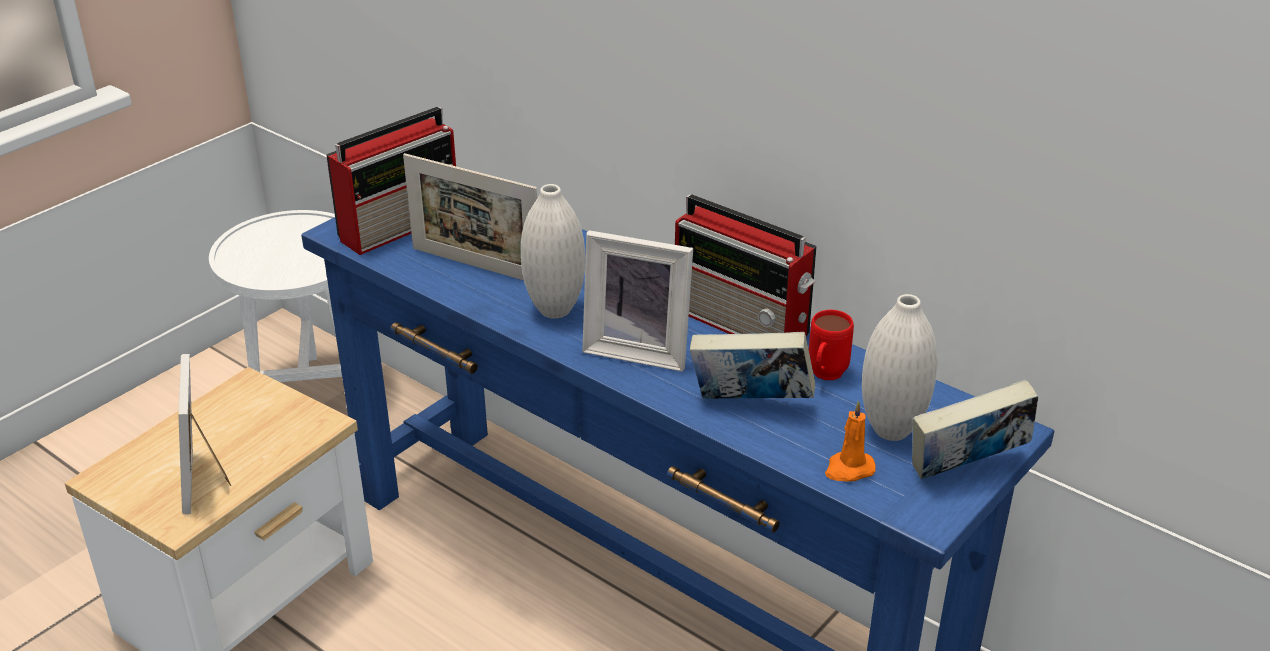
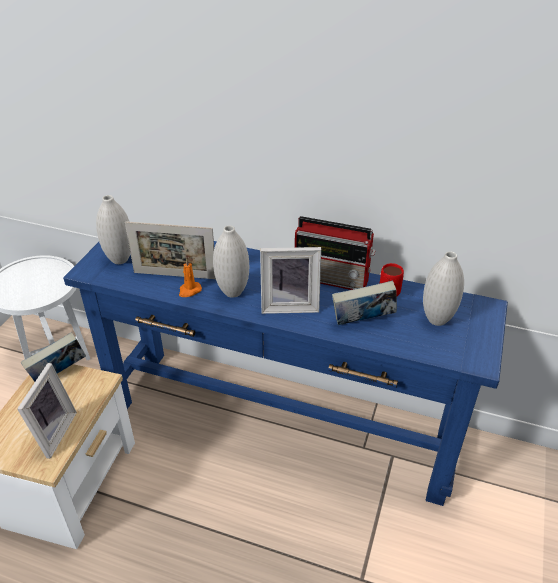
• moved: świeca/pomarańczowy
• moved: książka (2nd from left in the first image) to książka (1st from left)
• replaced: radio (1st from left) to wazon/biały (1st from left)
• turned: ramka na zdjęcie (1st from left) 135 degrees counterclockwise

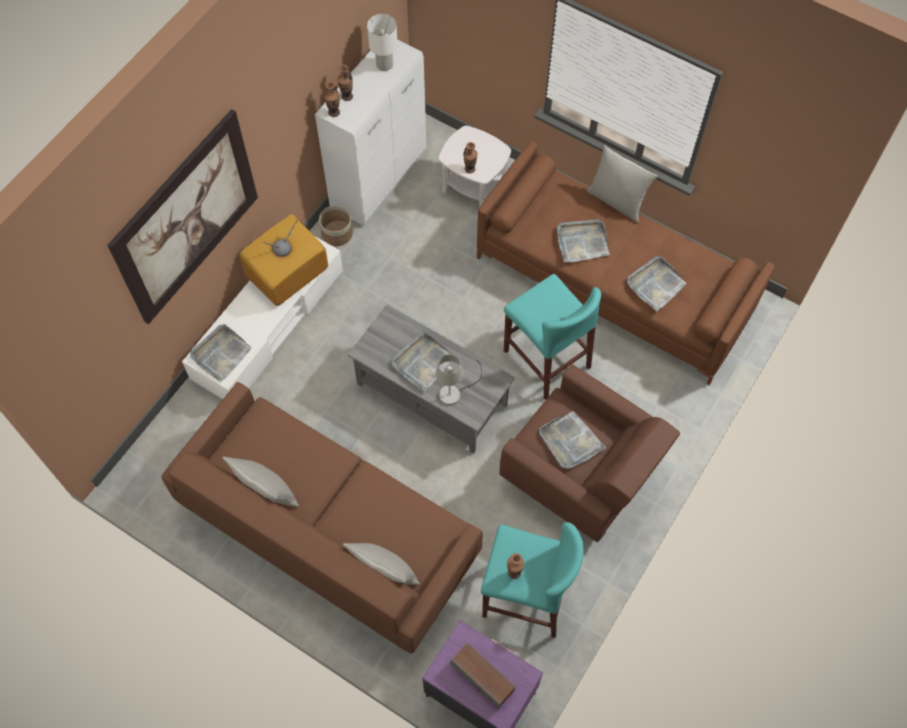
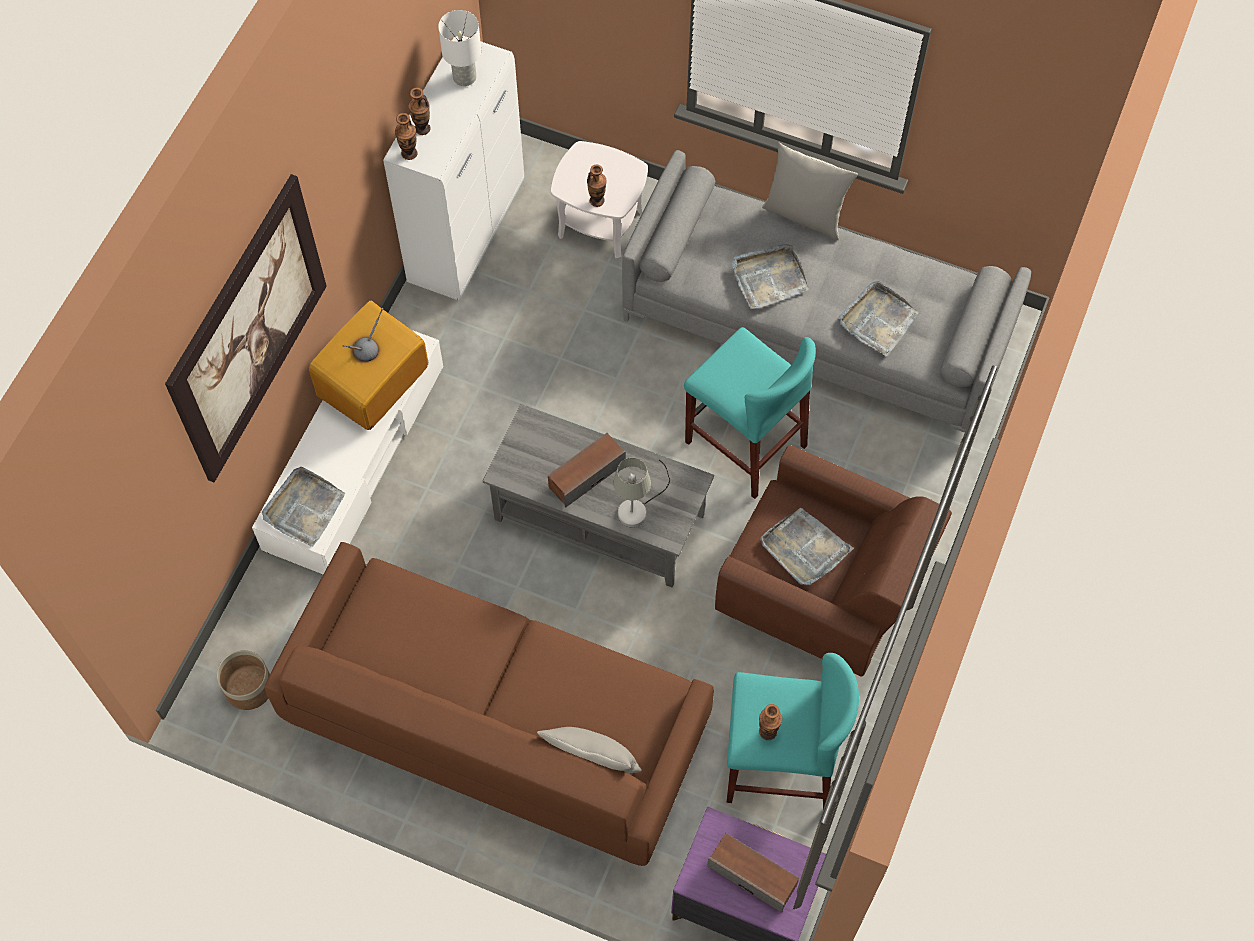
• removed: poduszka/szary (1st from left)
• moved: donica
• replaced: taca/szary (2nd from left) to głośnik (1st from left)
• recoloured: kanapa/brązowy (2nd from left) to kanapa/szary

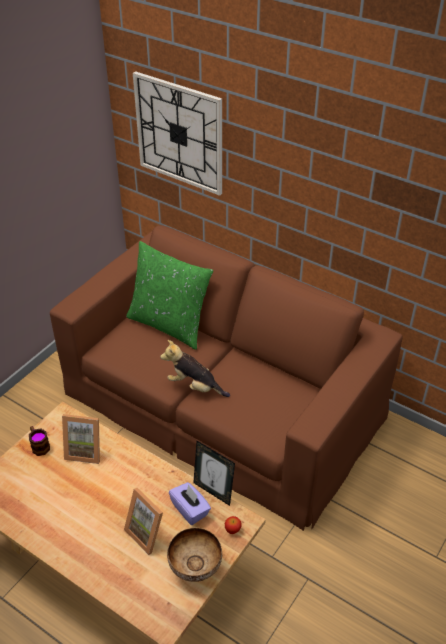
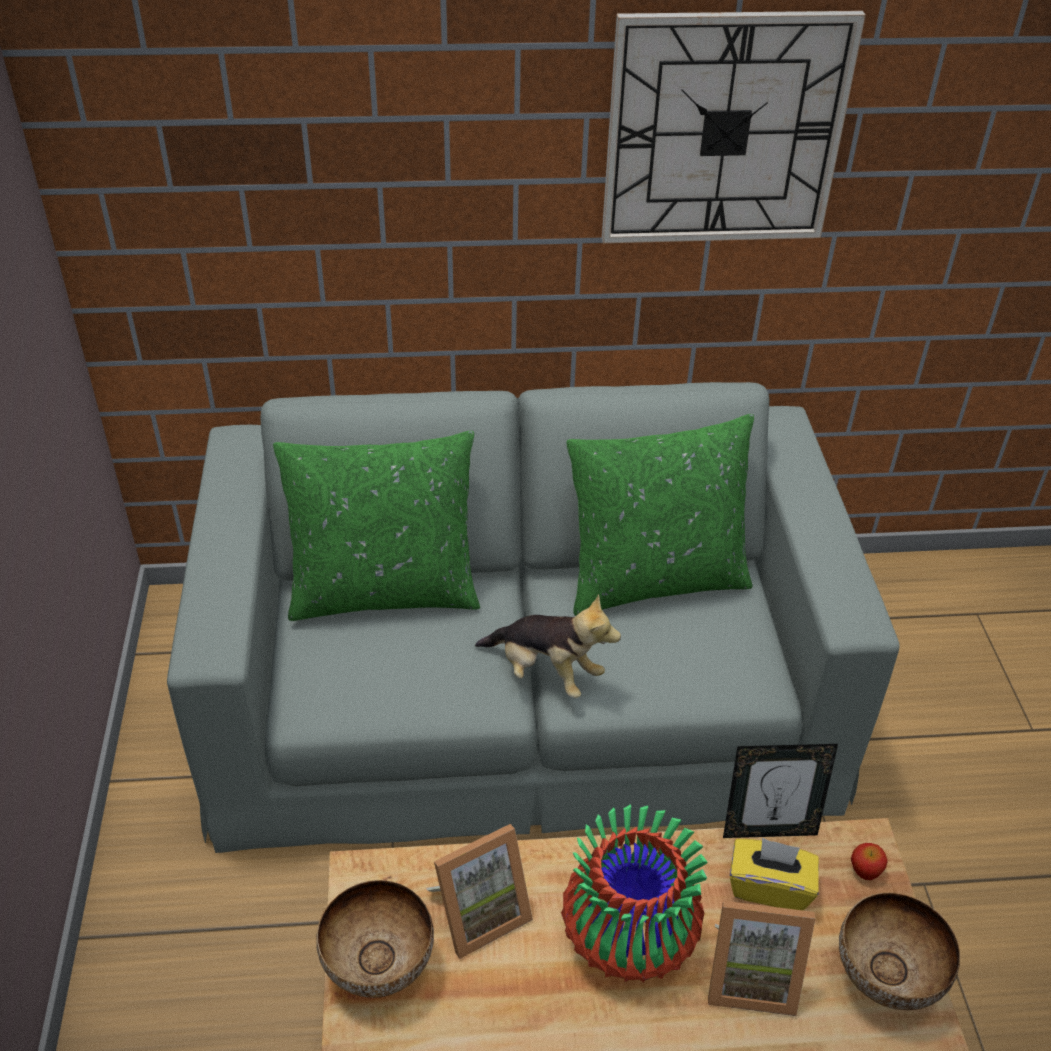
• added: wazon
• added: poduszka/zielony (2nd from left)
• moved: zegar ścienny
• replaced: kubek to miska (1st from left)
• recoloured: kanapa/brązowy to kanapa/szary
• recoloured: pudełko chusteczek/fioletowy to pudełko chusteczek/żółty
• turned: pluszak 135 degrees counterclockwise

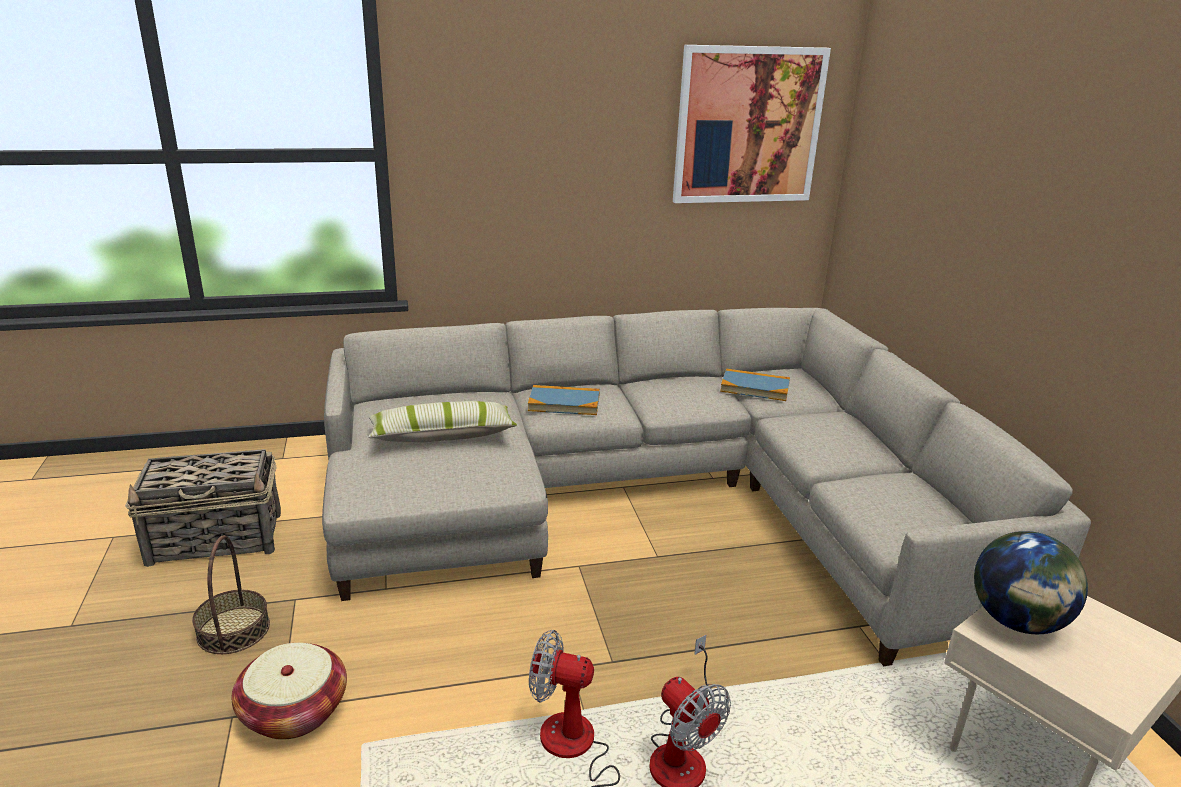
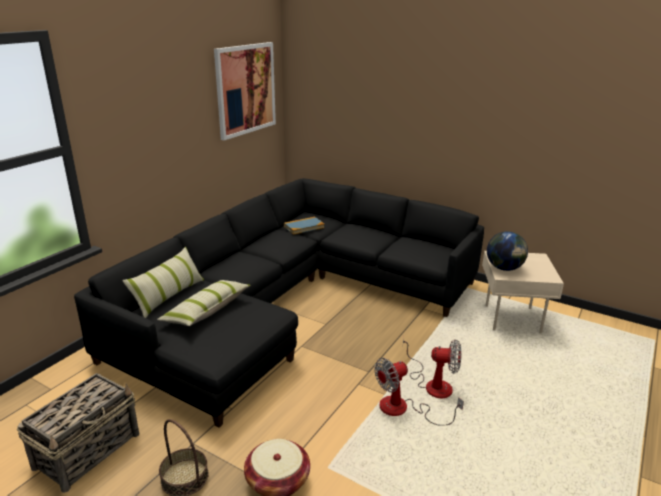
• removed: książka (1st from left)
• added: poduszka (1st from left)
• recoloured: kanapa/beżowy to kanapa/czarny

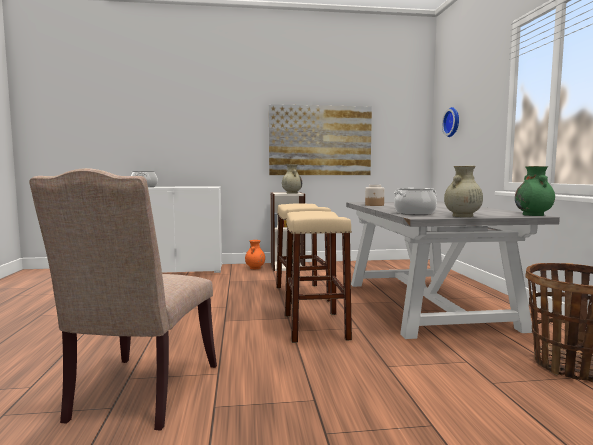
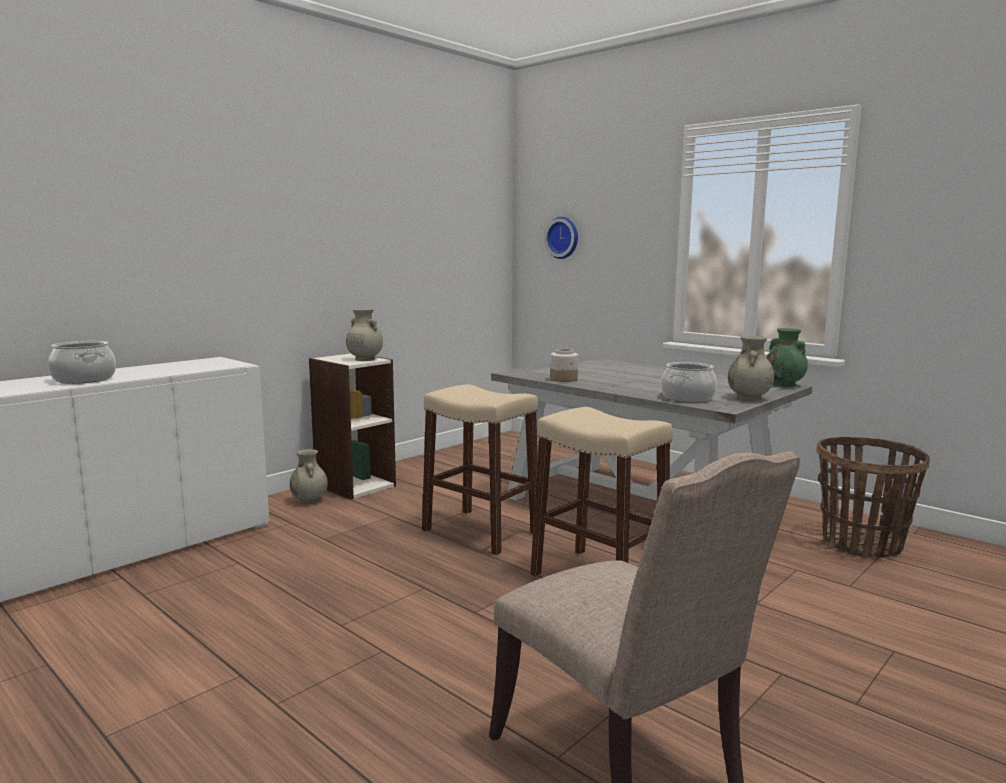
• removed: obraz
• recoloured: wazon/pomarańczowy to wazon/beżowy (1st from left)

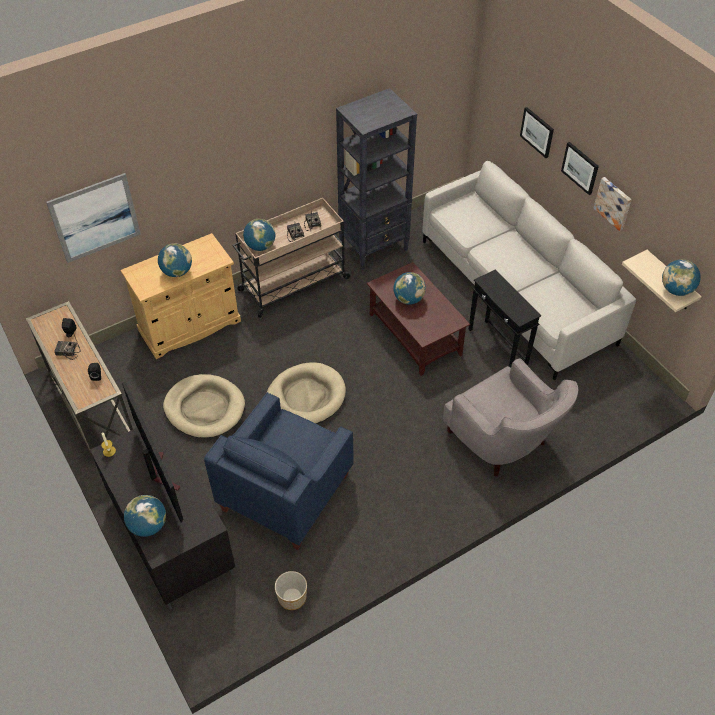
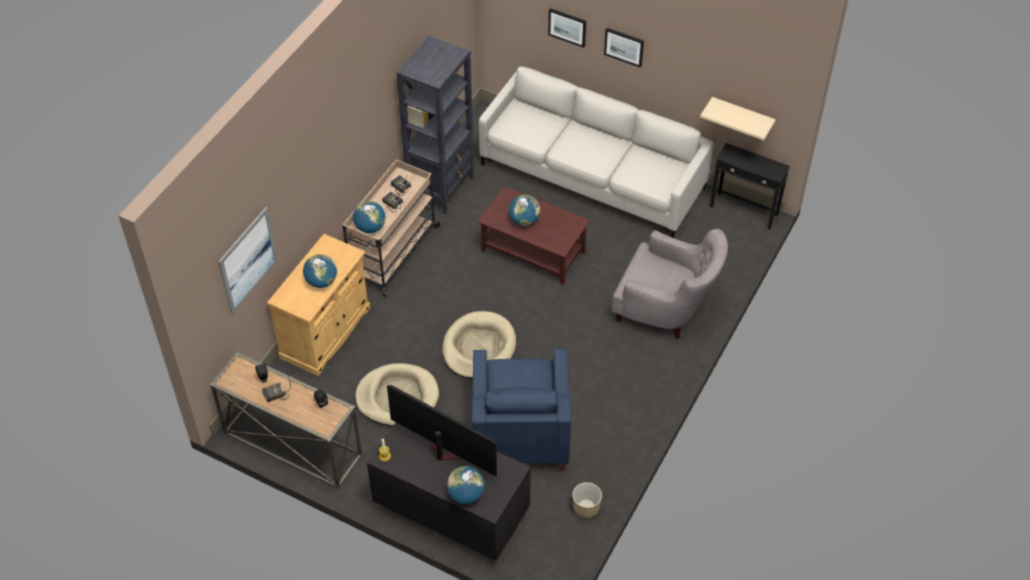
• removed: obraz (4th from left)
• removed: globus (5th from left)
• moved: stolik/czarny

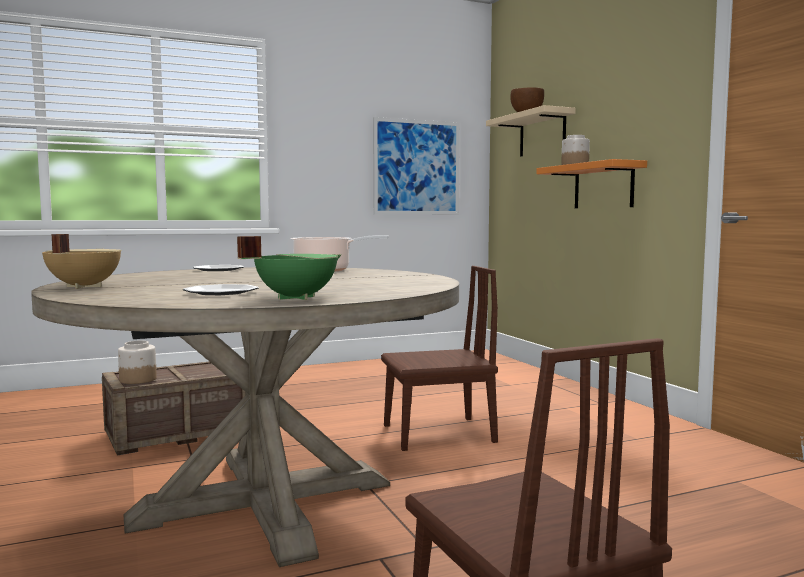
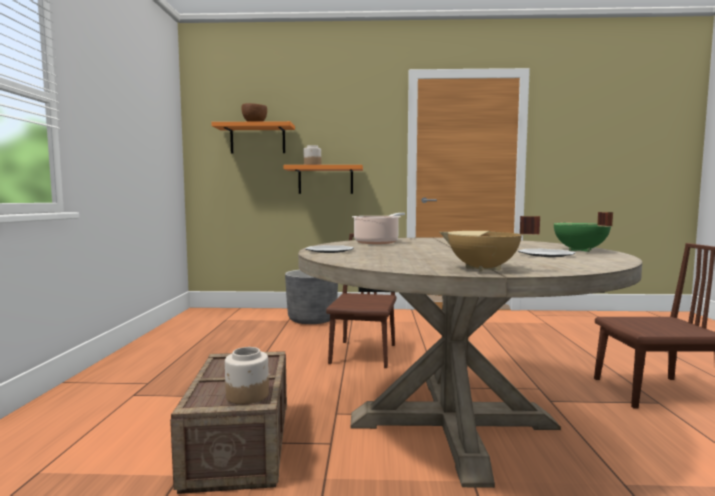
• removed: obraz
• added: donica/szary
• recoloured: półka/beżowy to półka/pomarańczowy (1st from left)

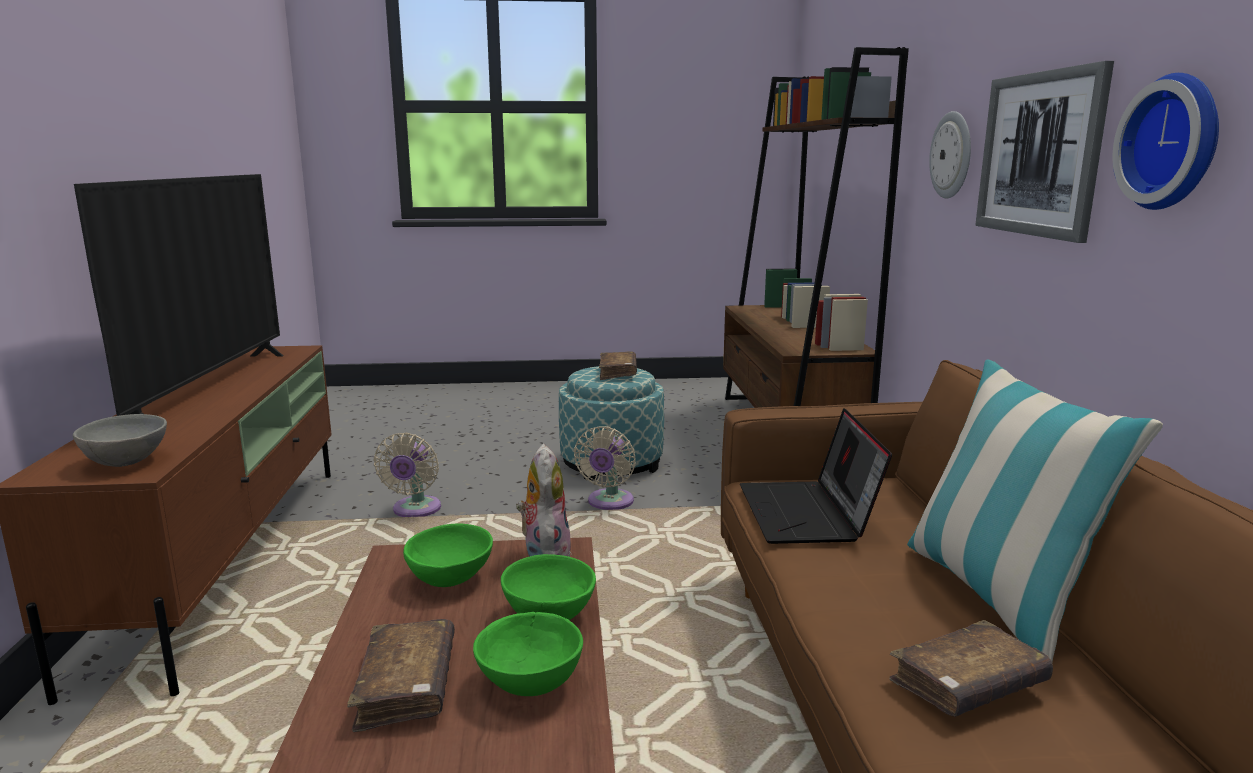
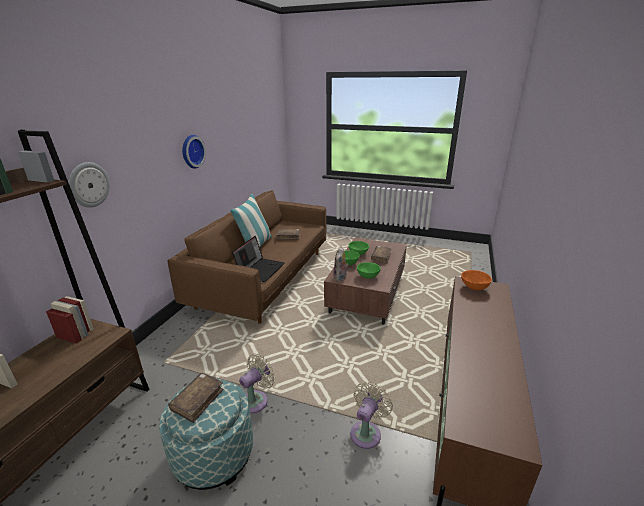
• removed: telewizor
• removed: obraz
• recoloured: miska/szary to miska/pomarańczowy

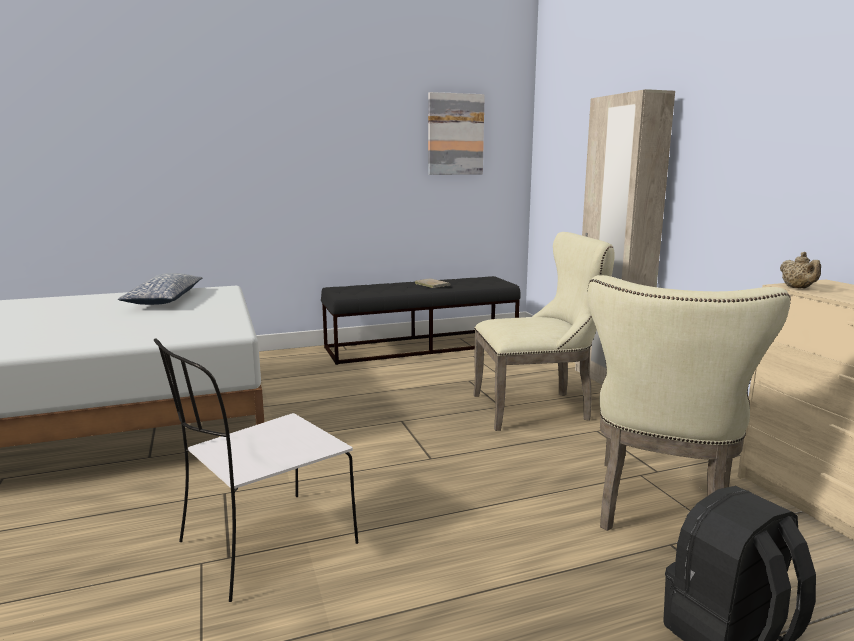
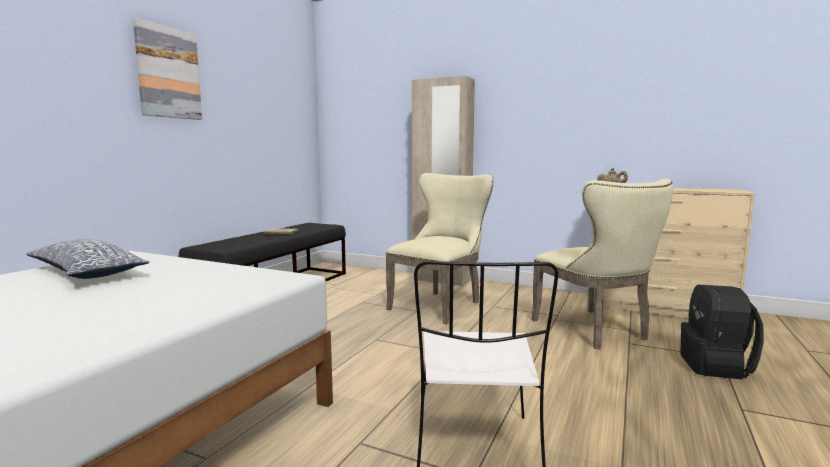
• moved: obraz

